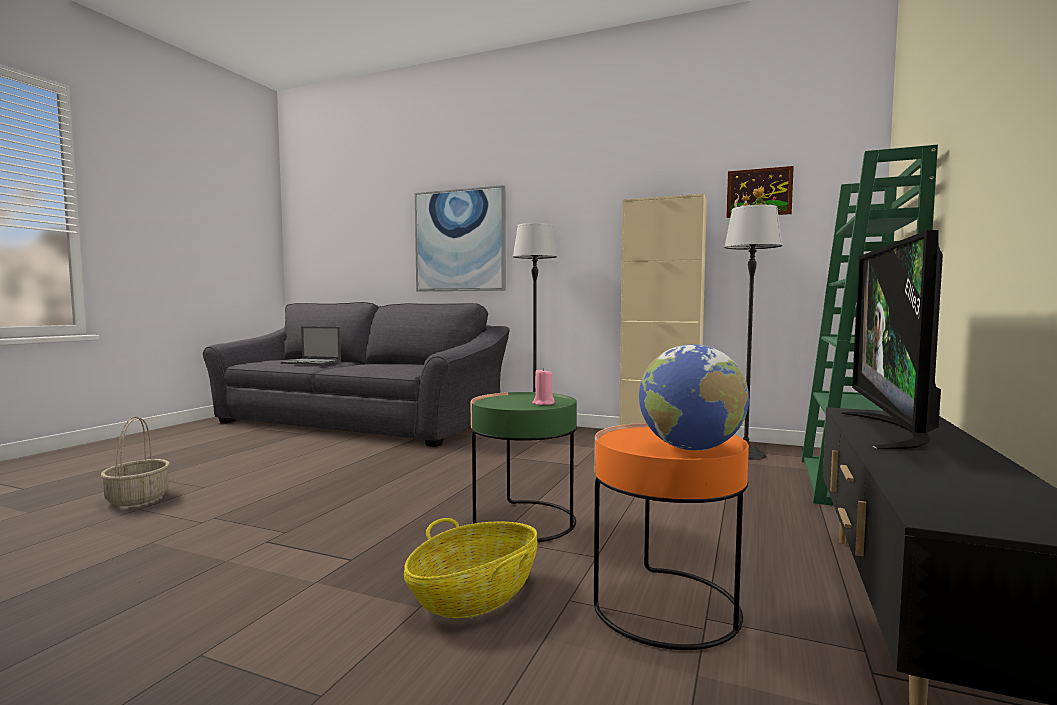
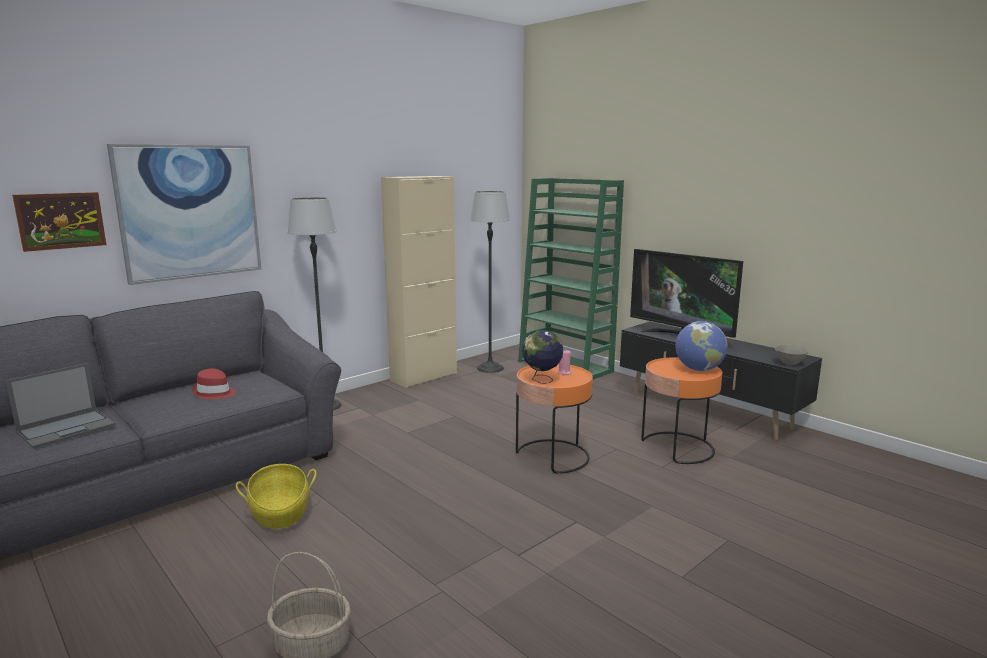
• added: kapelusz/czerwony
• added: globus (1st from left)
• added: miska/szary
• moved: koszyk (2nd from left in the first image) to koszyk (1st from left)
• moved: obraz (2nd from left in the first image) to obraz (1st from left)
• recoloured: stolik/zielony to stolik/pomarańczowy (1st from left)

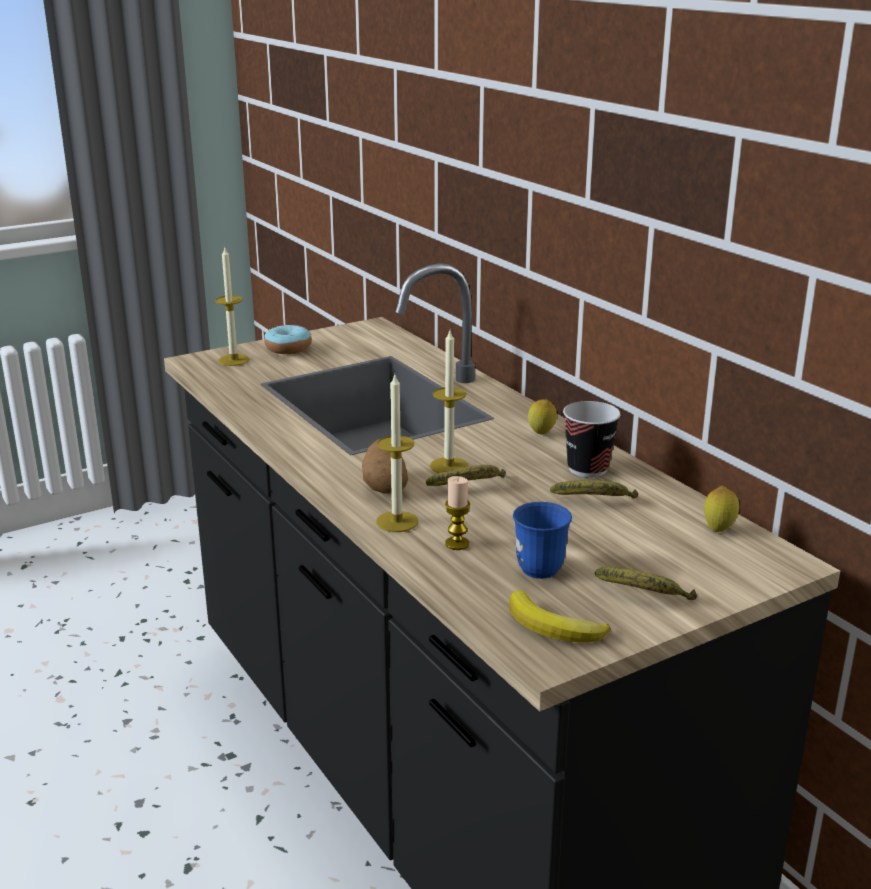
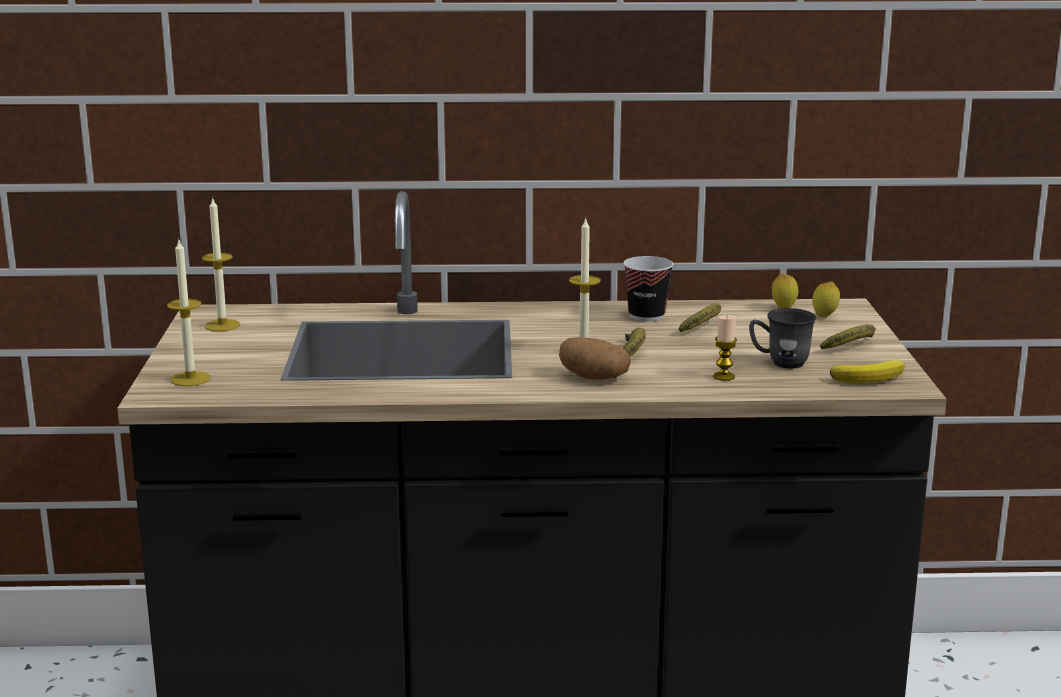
• removed: donut
• moved: świeca (2nd from left)
• moved: cytryna (1st from left in the first image) to cytryna (2nd from left)
• recoloured: kubek/niebieski to kubek/szary

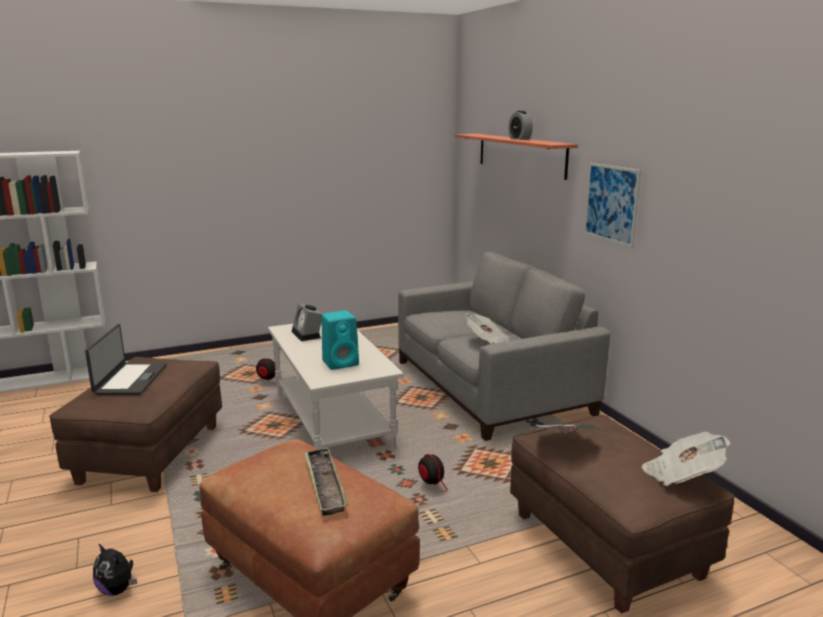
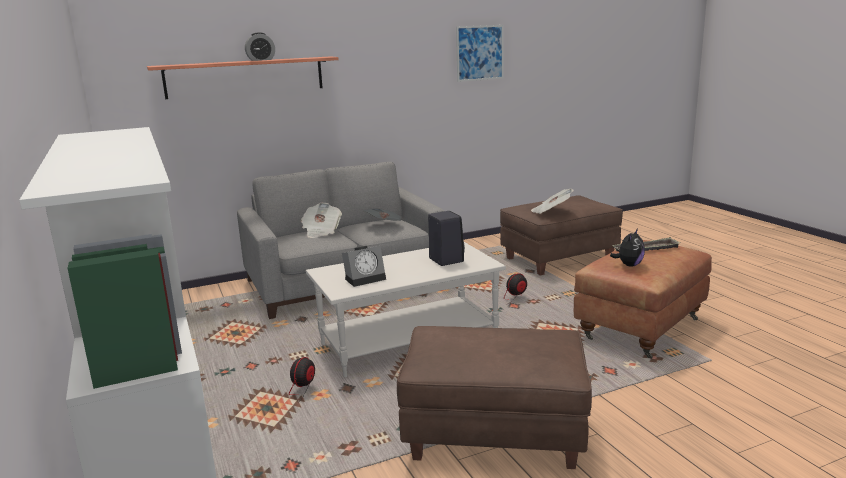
• removed: laptop
• moved: pluszak
• moved: obraz
• moved: gazeta (3rd from left in the first image) to gazeta (1st from left)
• recoloured: głośnik/turkusowy to głośnik/czarny

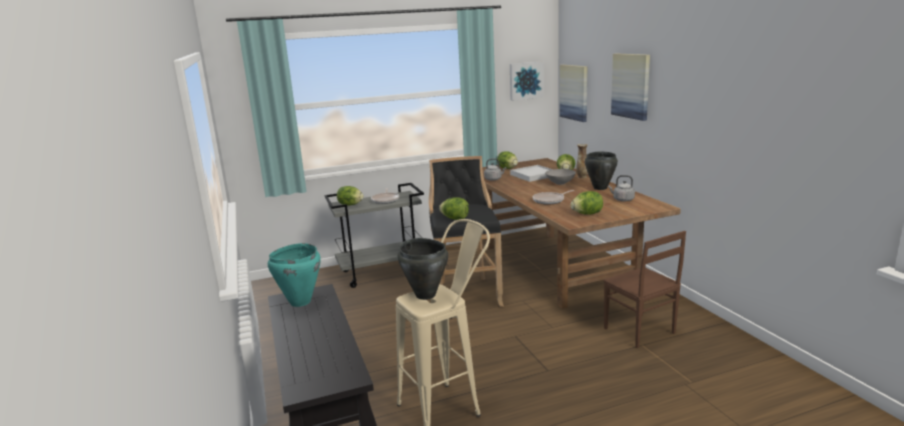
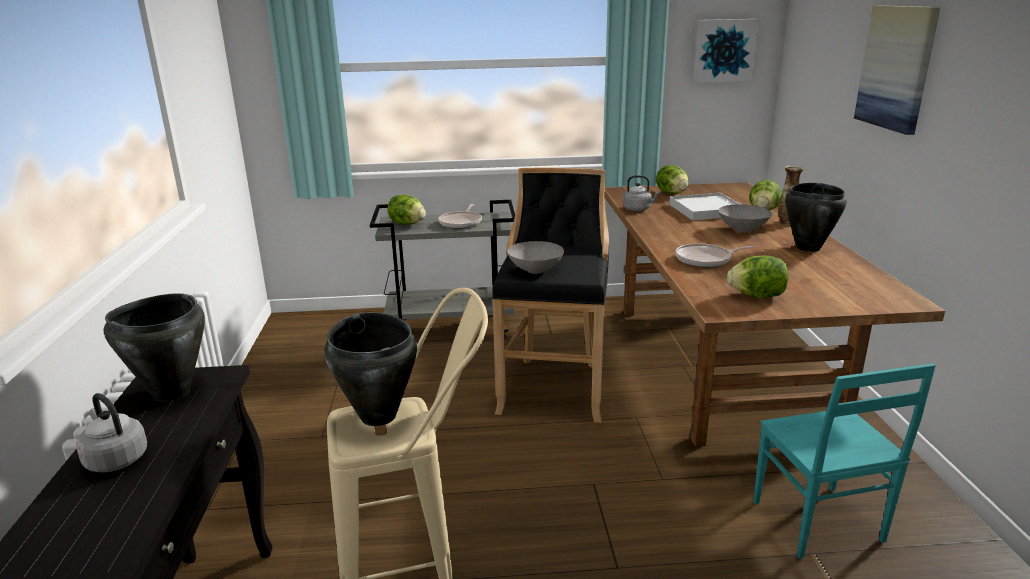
• removed: obraz (2nd from left)
• moved: czajnik/szary (2nd from left in the first image) to czajnik/szary (1st from left)
• replaced: sałata (2nd from left) to miska/szary (1st from left)
• recoloured: garnek/turkusowy to garnek/czarny (1st from left)
• recoloured: krzesło/brązowy to krzesło/turkusowy

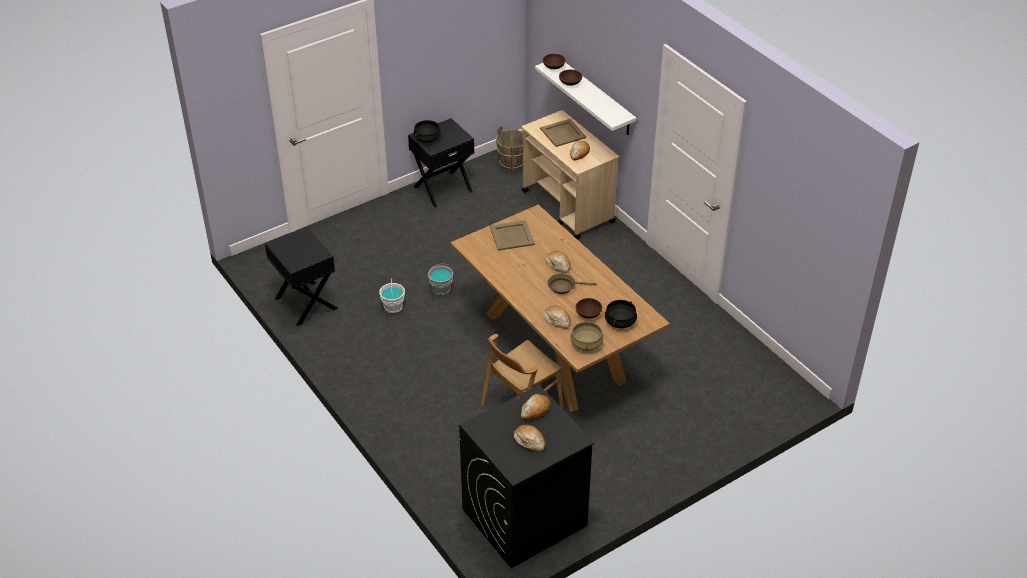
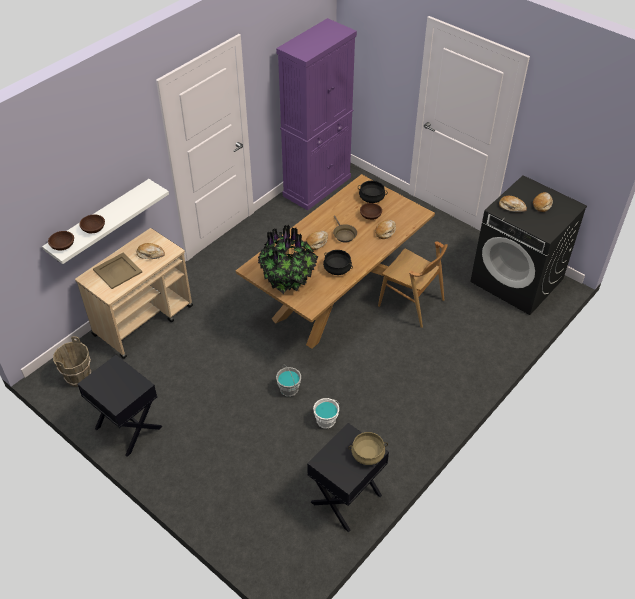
• added: szafka/fioletowy
• moved: garnek/czarny (1st from left)
• moved: garnek/beżowy
• replaced: taca/beżowy (1st from left) to roślina doniczkowa

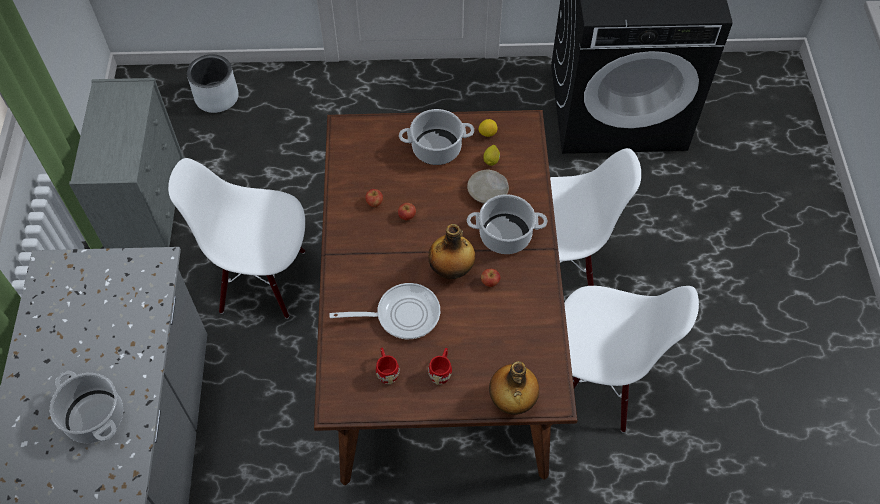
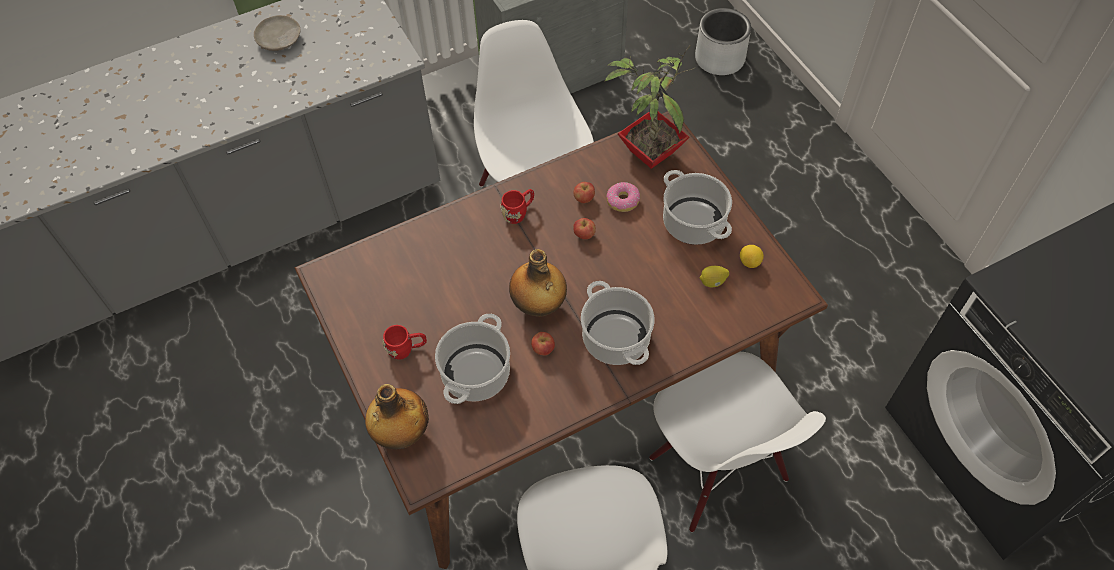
• removed: patelnia
• added: roślina doniczkowa
• added: donut
• moved: garnek (1st from left)
• moved: kubek/czerwony (1st from left in the first image) to kubek/czerwony (2nd from left)
• moved: talerz/beżowy

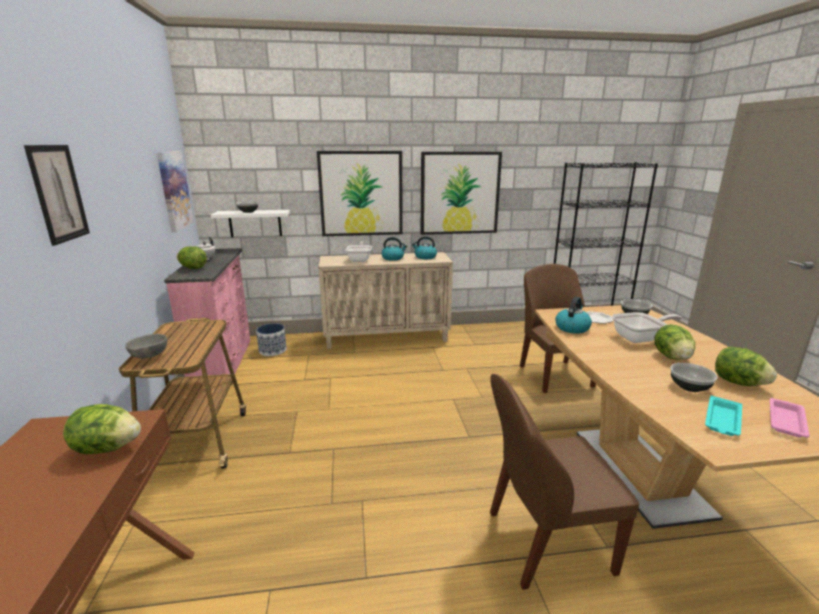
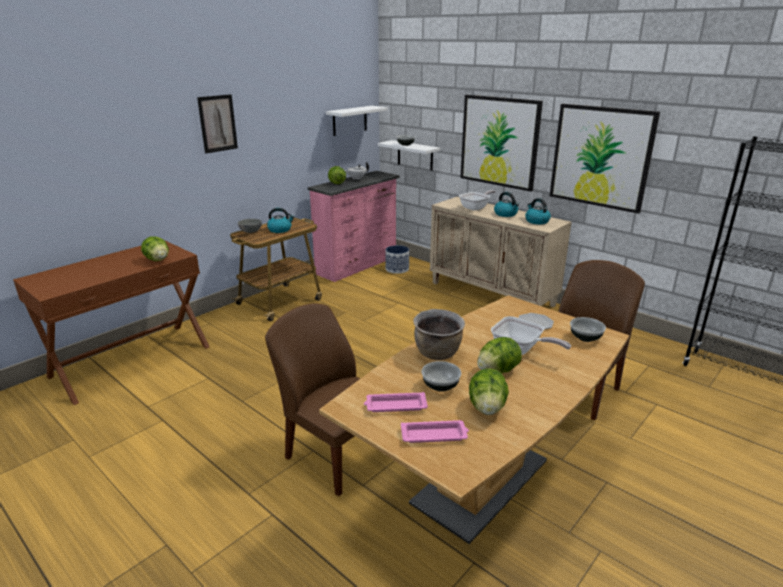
• added: garnek/brązowy
• moved: czajnik (3rd from left in the first image) to czajnik (1st from left)
• replaced: obraz (2nd from left) to półka/biały (1st from left)
• recoloured: taca/turkusowy to taca/różowy (1st from left)

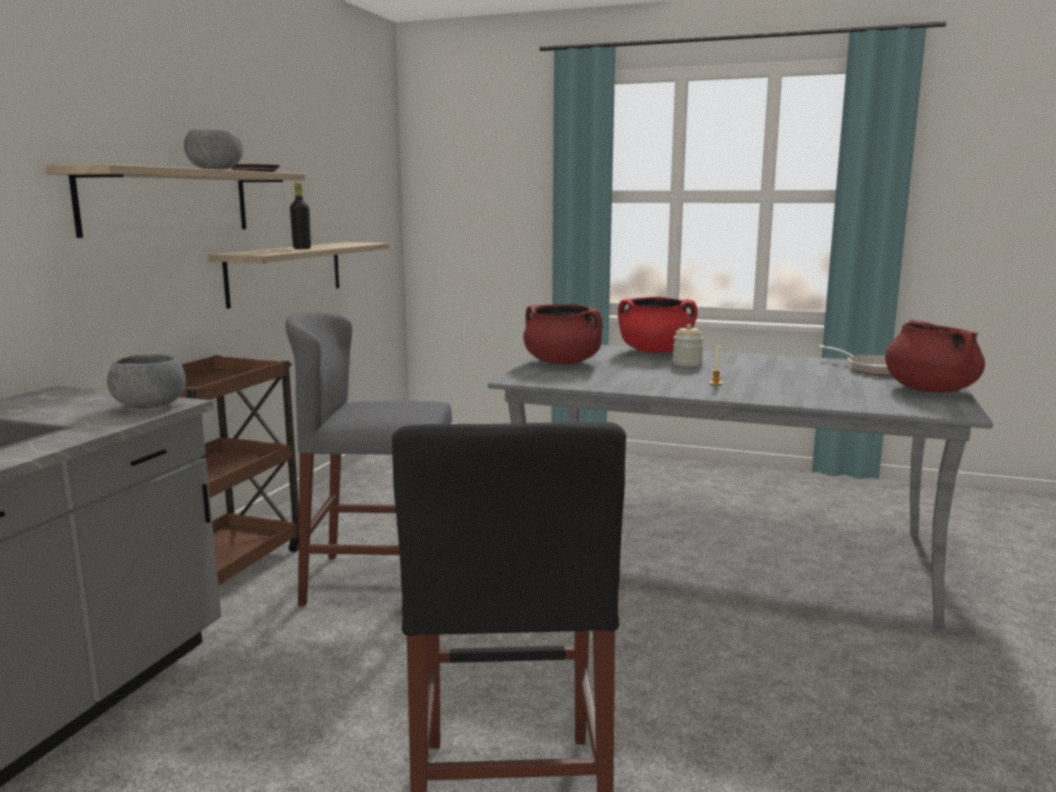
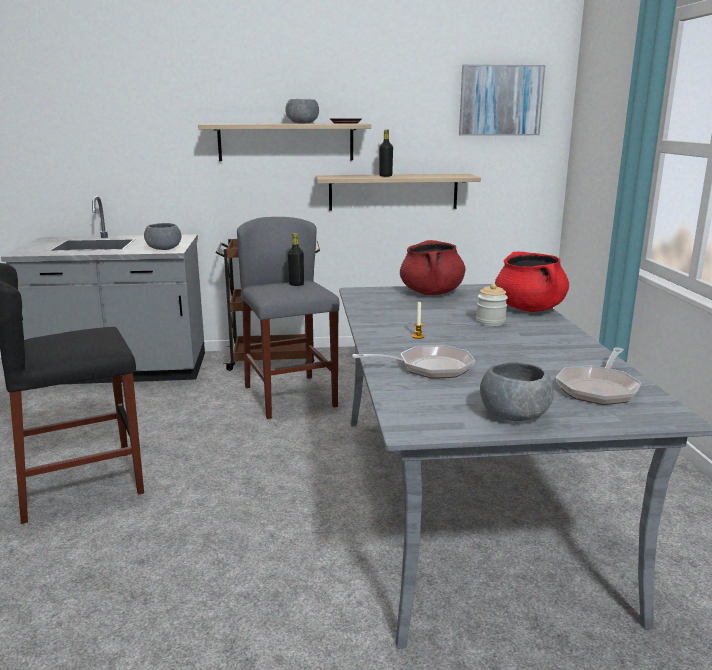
• added: butelka/czarny (1st from left)
• added: patelnia (1st from left)
• added: obraz
• replaced: garnek/czerwony (3rd from left) to miska/szary (3rd from left)

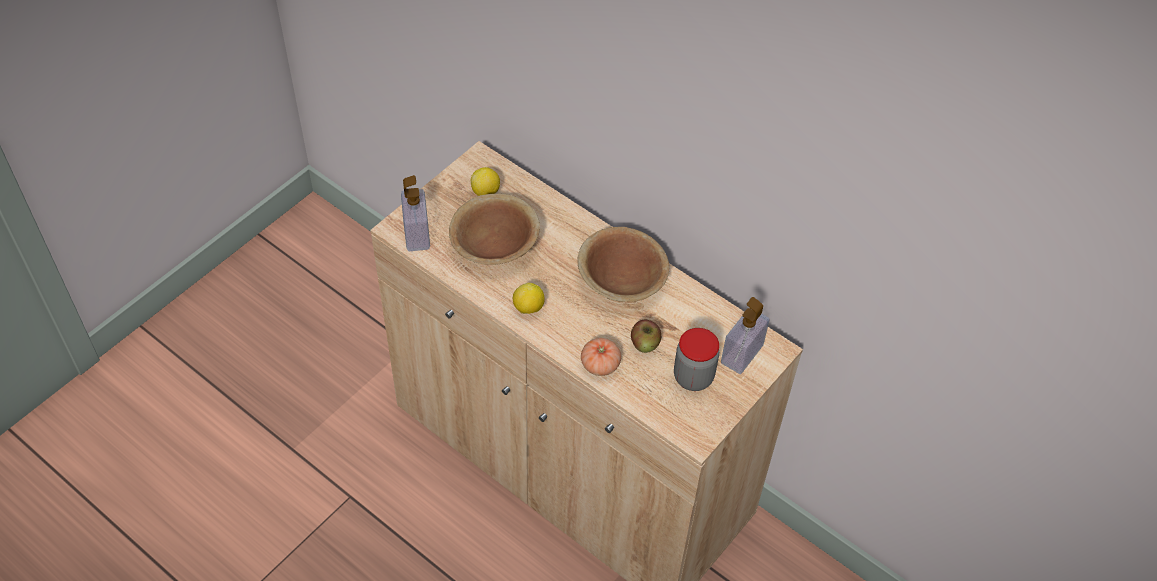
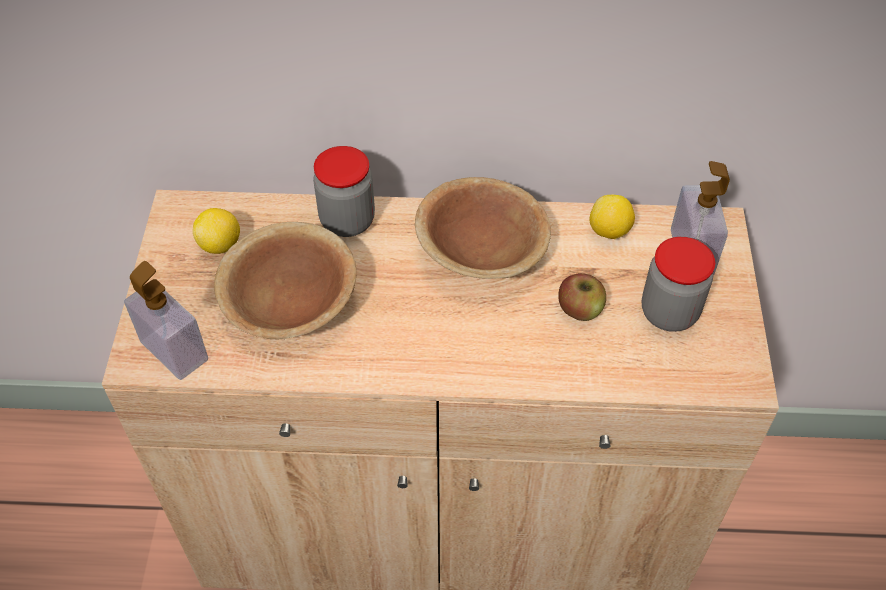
• removed: pomidor
• added: słoik (1st from left)
• moved: cytryna (2nd from left)

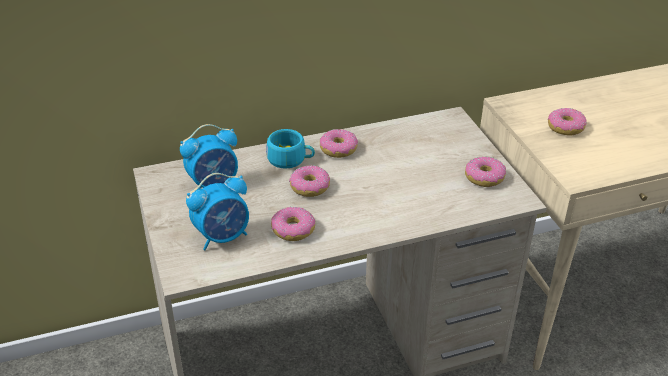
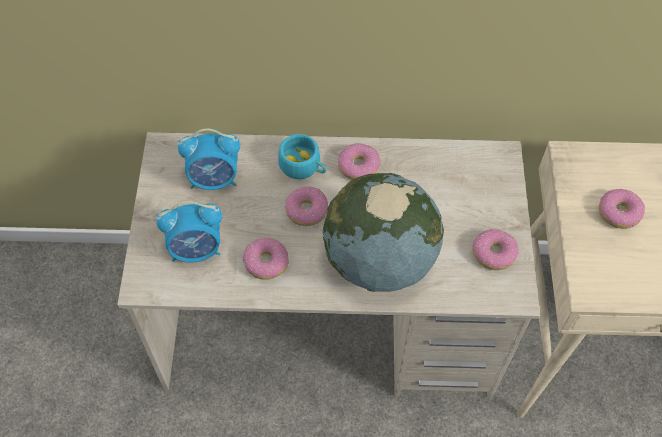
• added: globus

